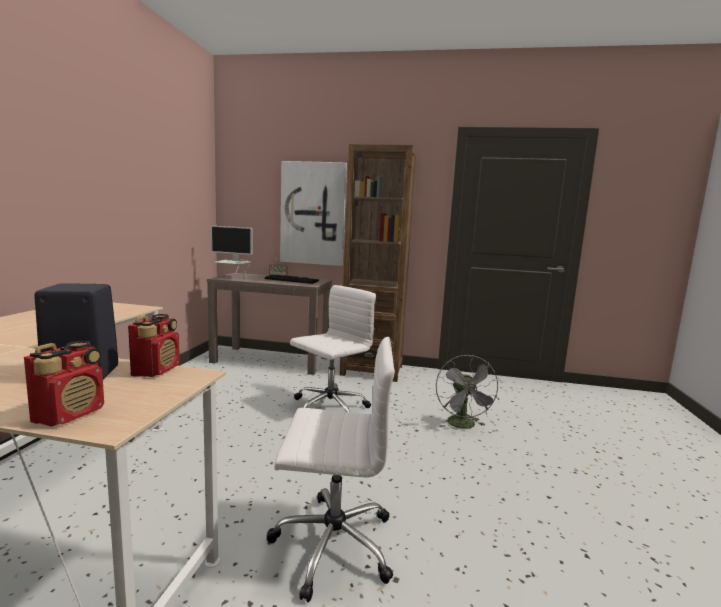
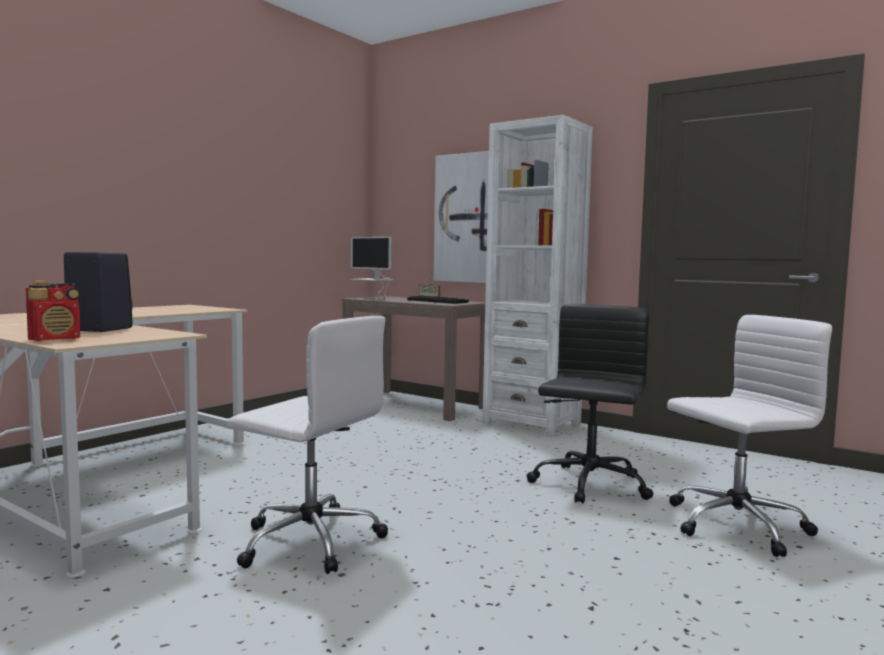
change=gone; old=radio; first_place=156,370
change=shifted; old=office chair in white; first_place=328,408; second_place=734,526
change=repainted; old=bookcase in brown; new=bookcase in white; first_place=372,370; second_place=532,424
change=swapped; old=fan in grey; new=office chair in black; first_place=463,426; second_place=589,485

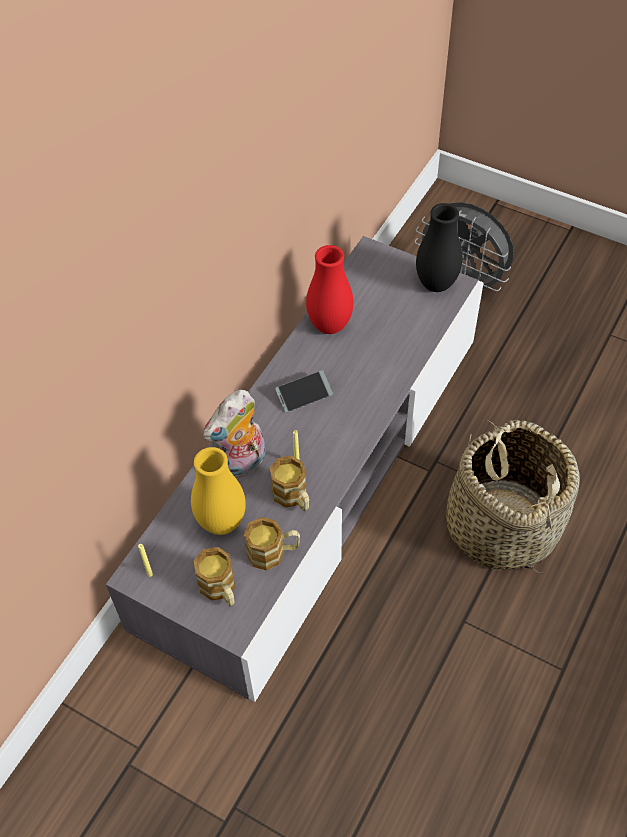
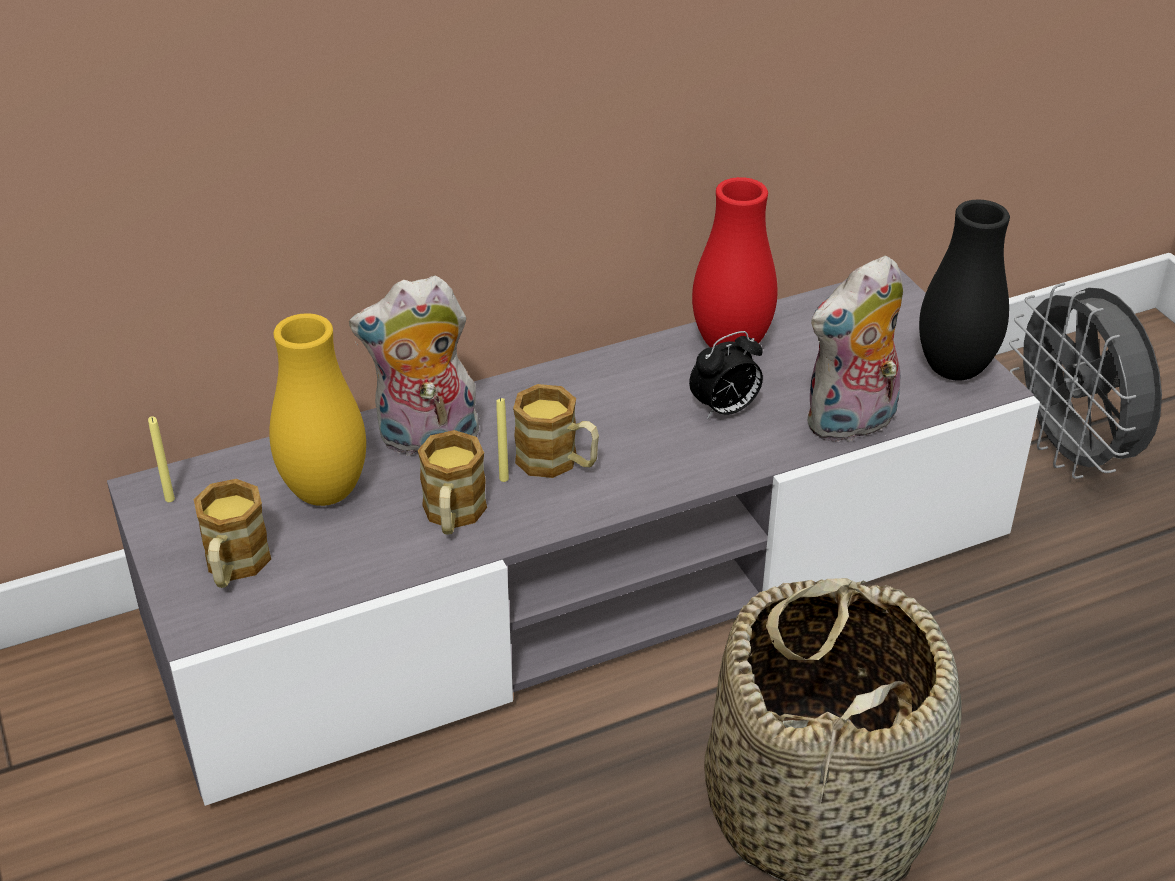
change=shifted; old=mug; first_place=273,552; second_place=558,462
change=gone; old=phone; first_place=304,395
change=new; new=alarm clock; second_place=725,410
change=new; new=plush toy; second_place=851,424

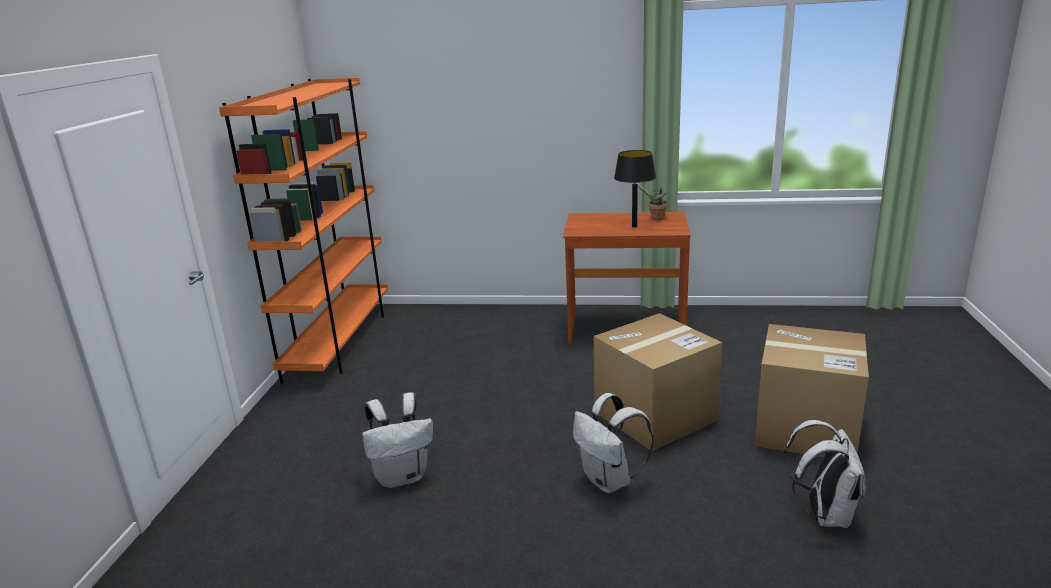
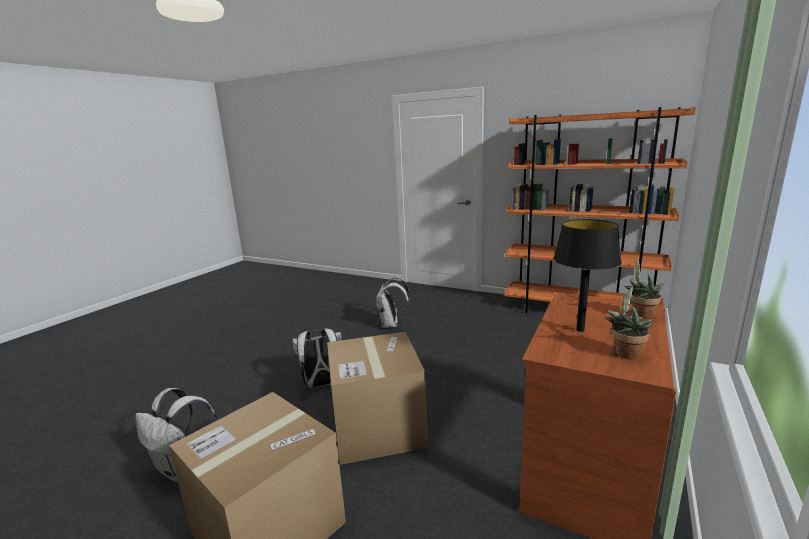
change=new; new=potted plant; second_place=640,314

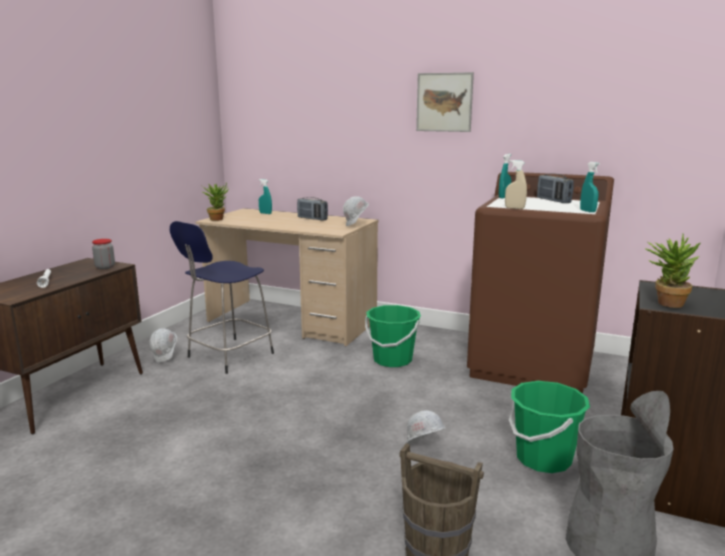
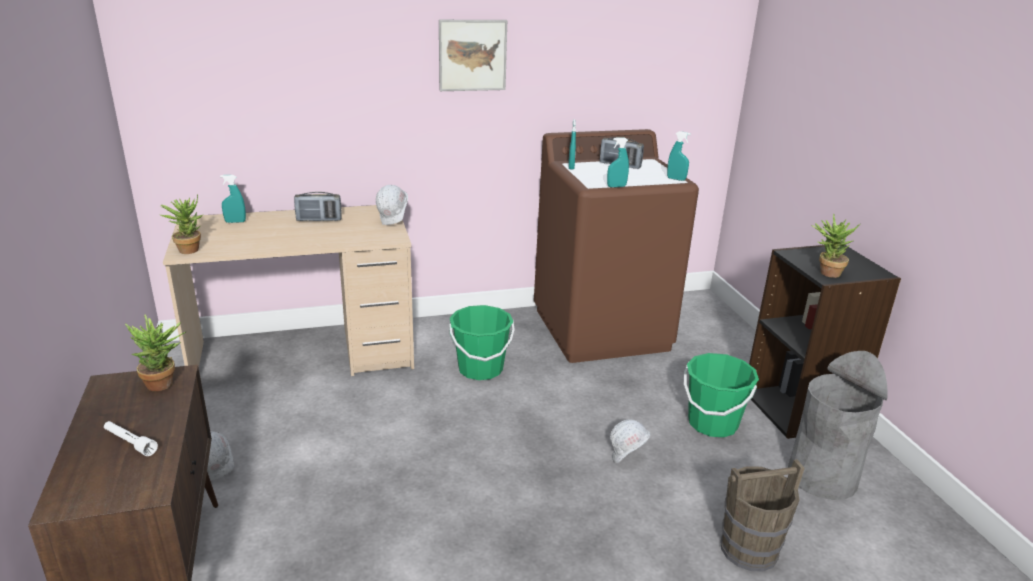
change=swapped; old=jar; new=potted plant; first_place=105,267; second_place=165,384
change=gone; old=stool in blue; first_place=228,356
change=repainted; old=spray bottle in beige; new=spray bottle in turquoise; first_place=514,208; second_place=616,186

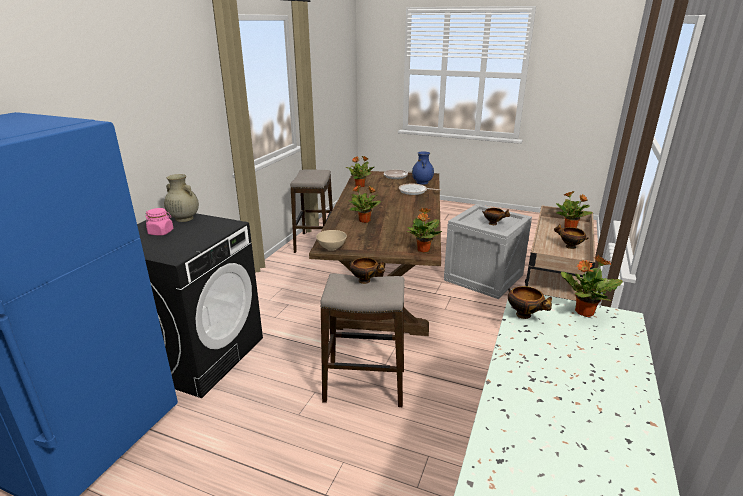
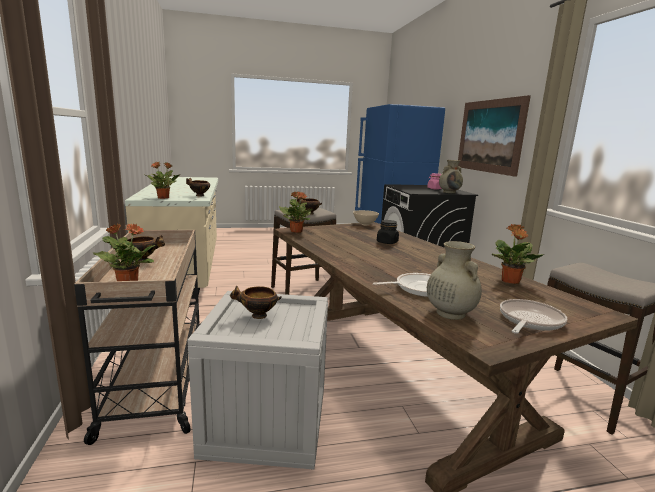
change=swapped; old=potted plant; new=jar in black; first_place=365,221; second_place=387,242
change=repainted; old=vase in blue; new=vase in beige; first_place=422,182; second_place=449,313
change=new; new=picture; second_place=489,136

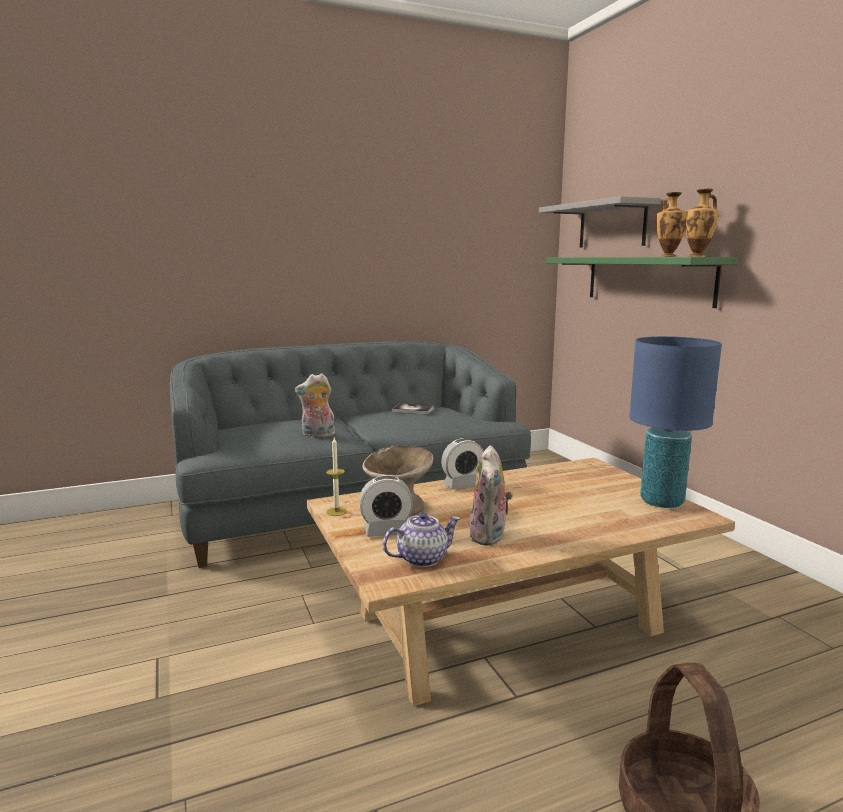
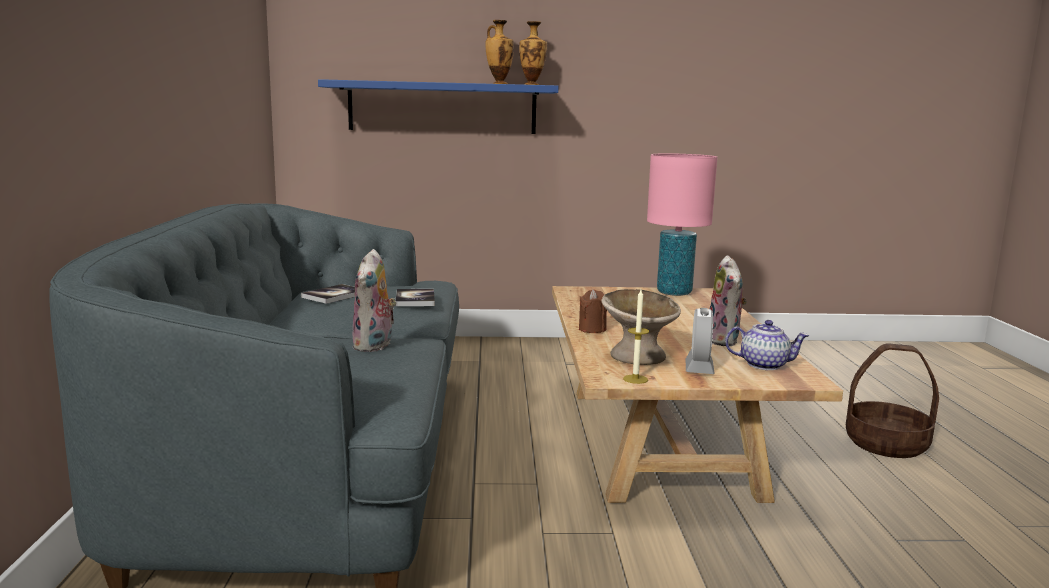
change=rotated; old=teapot; first_place=422,558; second_place=764,365; degrees=105
change=swapped; old=alarm clock; new=candle in brown; first_place=463,485; second_place=592,329
change=rotated; old=plush toy; first_place=490,537; second_place=724,341; degrees=60
change=gone; old=shelf in grey; first_place=612,225
change=repainted; old=shelf in green; new=shelf in blue; first_place=647,279; second_place=442,108
change=repainted; old=table lamp in blue; new=table lamp in pink; first_place=661,502; second_place=674,292
change=new; new=book; second_place=415,299

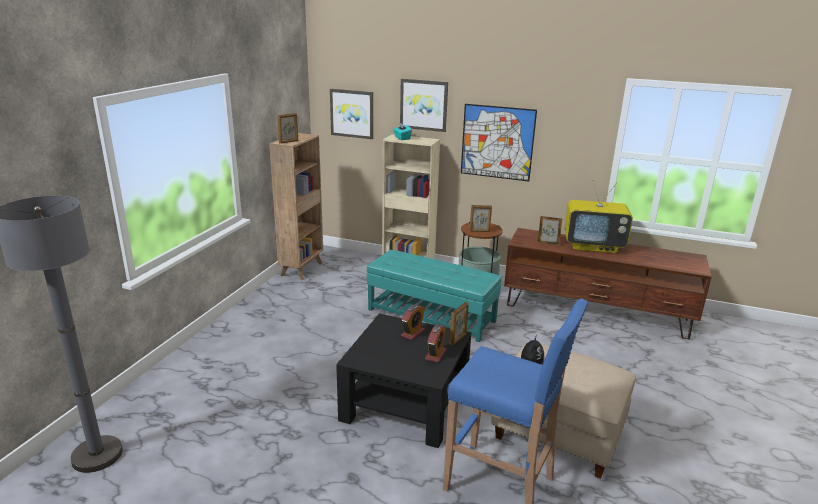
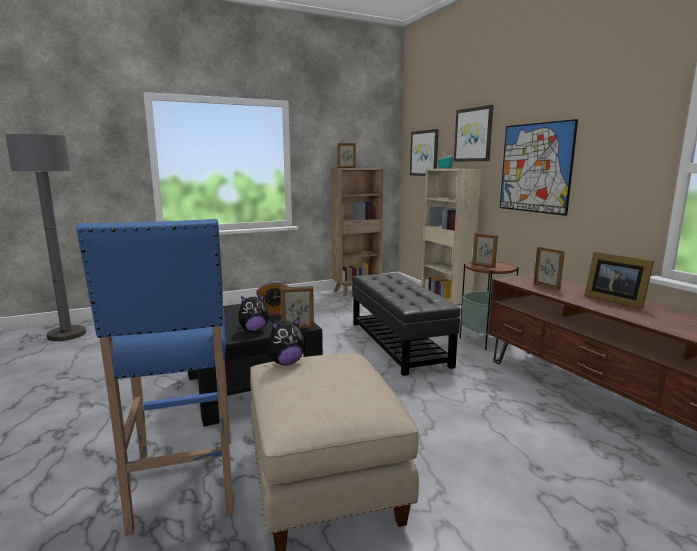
change=repainted; old=ottoman in turquoise; new=ottoman in black; first_place=431,315; second_place=398,343
change=swapped; old=alarm clock; new=plush toy; first_place=435,355; second_place=253,330
change=swapped; old=television; new=picture frame; first_place=594,246; second_place=613,300

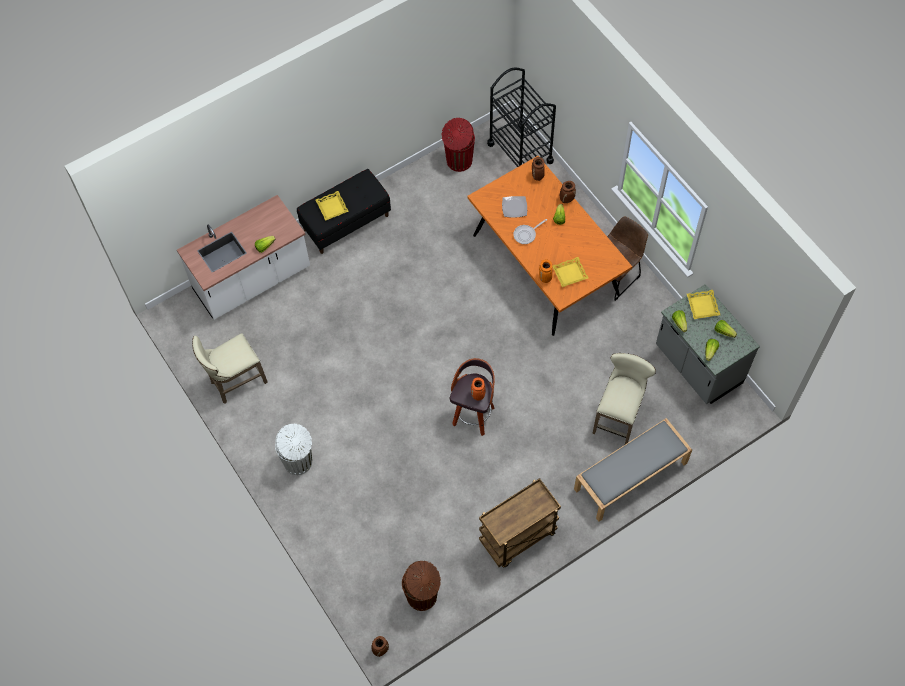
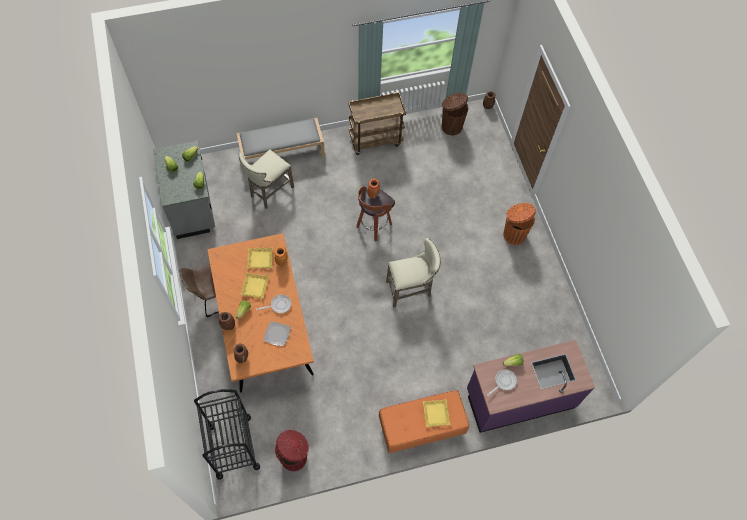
change=repainted; old=counter in white; new=counter in purple; first_place=252,280; second_place=519,398
change=shifted; old=stool in beige; first_place=235,382; second_place=411,290
change=repainted; old=trash can in white; new=trash can in orange; first_place=299,462; second_place=513,234
change=repainted; old=bench in black; new=bench in orange; first_place=346,222; second_place=421,428
change=shifted; old=tray in yellow; first_place=702,306; second_place=255,286
change=new; new=frying pan; second_place=503,381

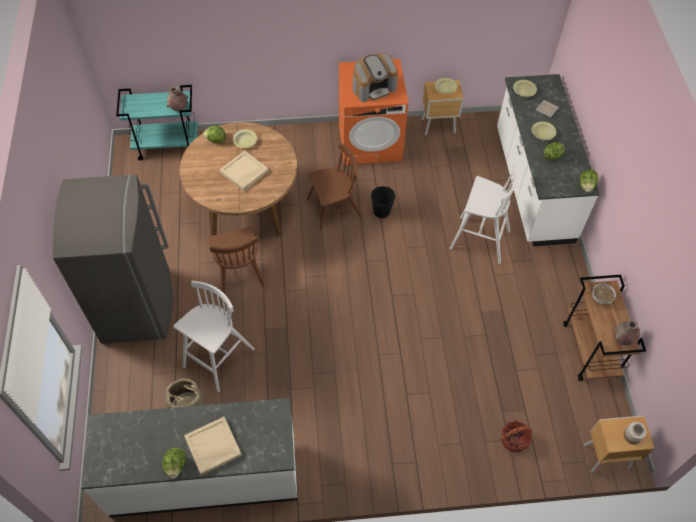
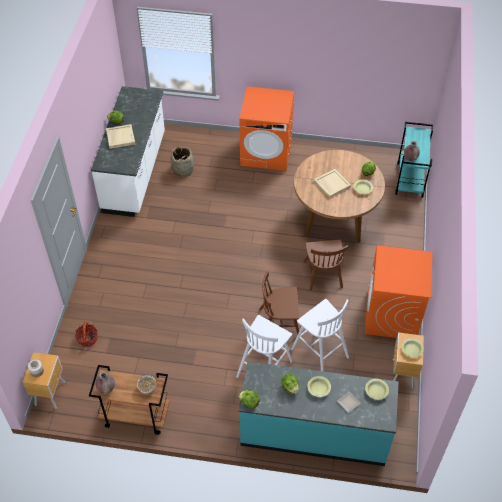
change=swapped; old=fridge in grey; new=washing machine in orange; first_place=137,305; second_place=266,152
change=shifted; old=stool in white; first_place=218,359; second_place=319,352
change=shifted; old=chair in brown; first_place=238,271; second_place=279,322
change=gone; old=coffee machine; first_place=374,87
change=gone; old=bucket in black; first_place=381,211
change=repainted; old=counter in white; new=counter in turquoise; first_place=532,185; second_place=314,432

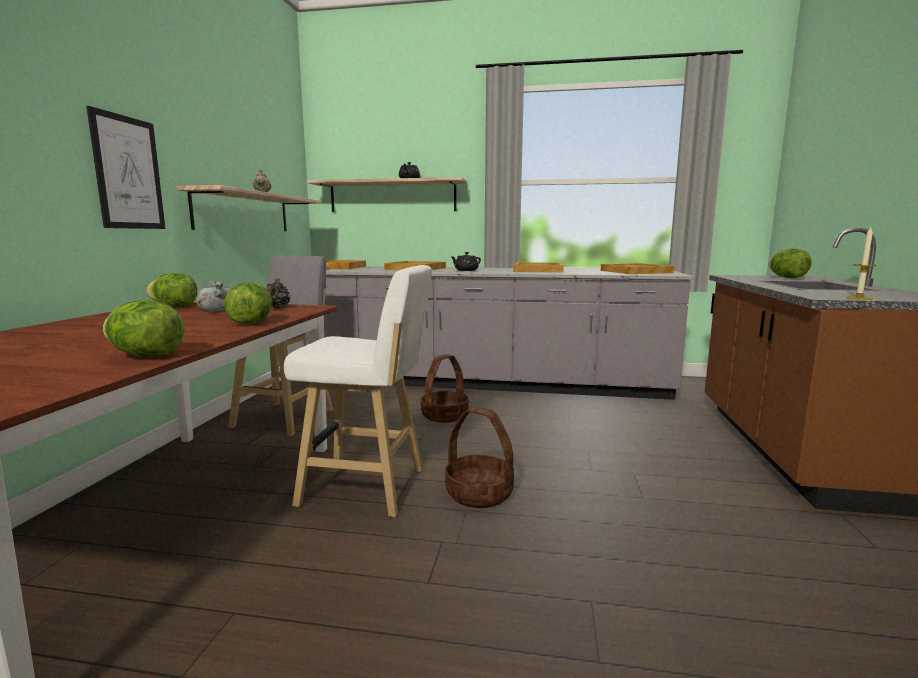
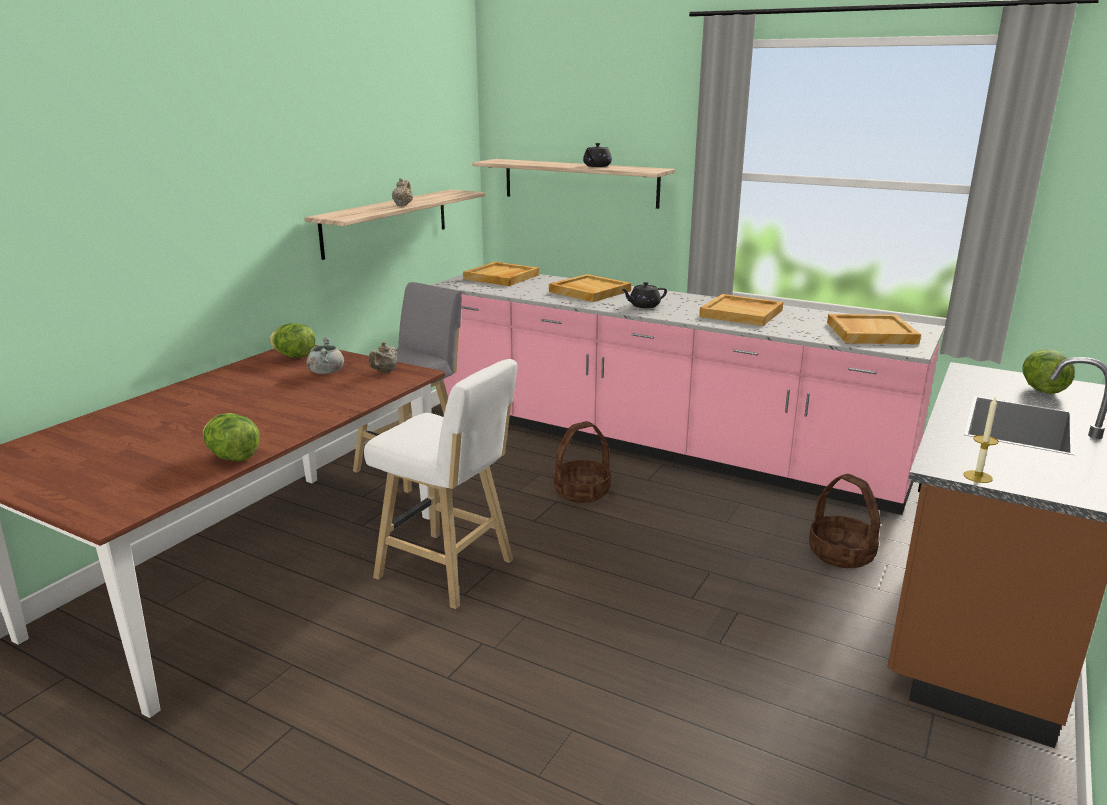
change=gone; old=picture; first_place=128,173
change=gone; old=lettuce; first_place=251,323
change=repainted; old=teapot in black; new=teapot in beige; first_place=278,308; second_place=384,371
change=repainted; old=counter in grey; new=counter in pink; first_place=477,382; second_place=657,444
change=shifted; old=basket; first_place=480,493; second_place=842,553

